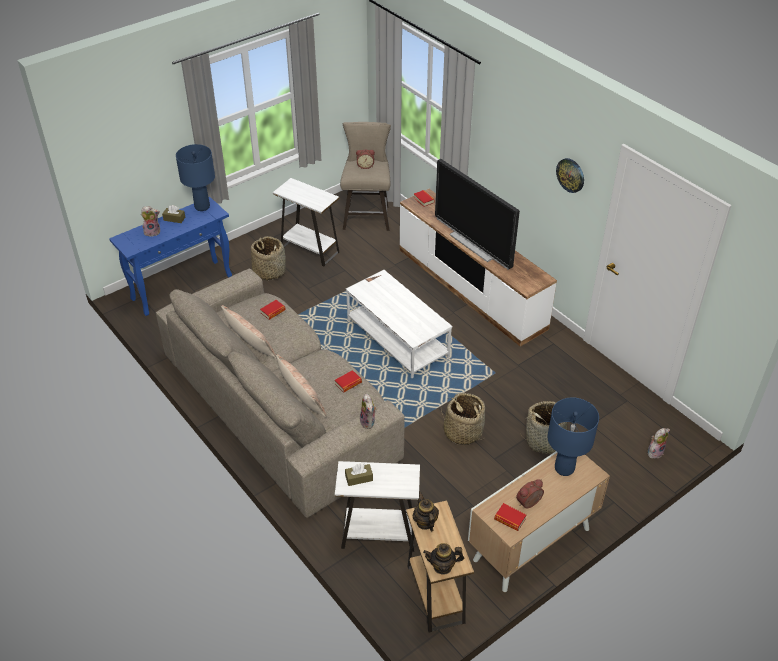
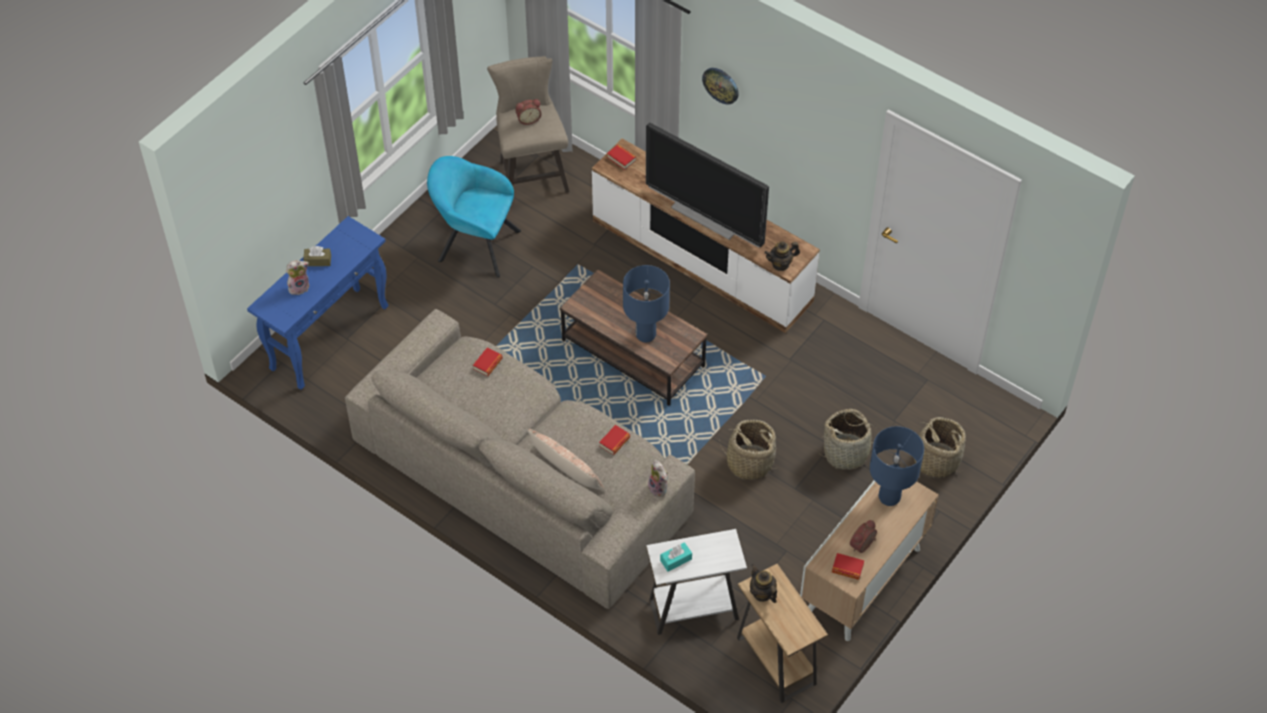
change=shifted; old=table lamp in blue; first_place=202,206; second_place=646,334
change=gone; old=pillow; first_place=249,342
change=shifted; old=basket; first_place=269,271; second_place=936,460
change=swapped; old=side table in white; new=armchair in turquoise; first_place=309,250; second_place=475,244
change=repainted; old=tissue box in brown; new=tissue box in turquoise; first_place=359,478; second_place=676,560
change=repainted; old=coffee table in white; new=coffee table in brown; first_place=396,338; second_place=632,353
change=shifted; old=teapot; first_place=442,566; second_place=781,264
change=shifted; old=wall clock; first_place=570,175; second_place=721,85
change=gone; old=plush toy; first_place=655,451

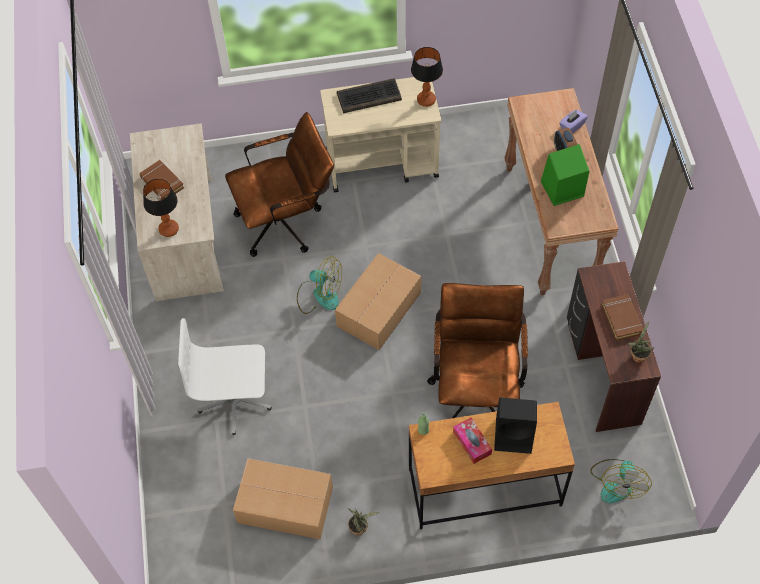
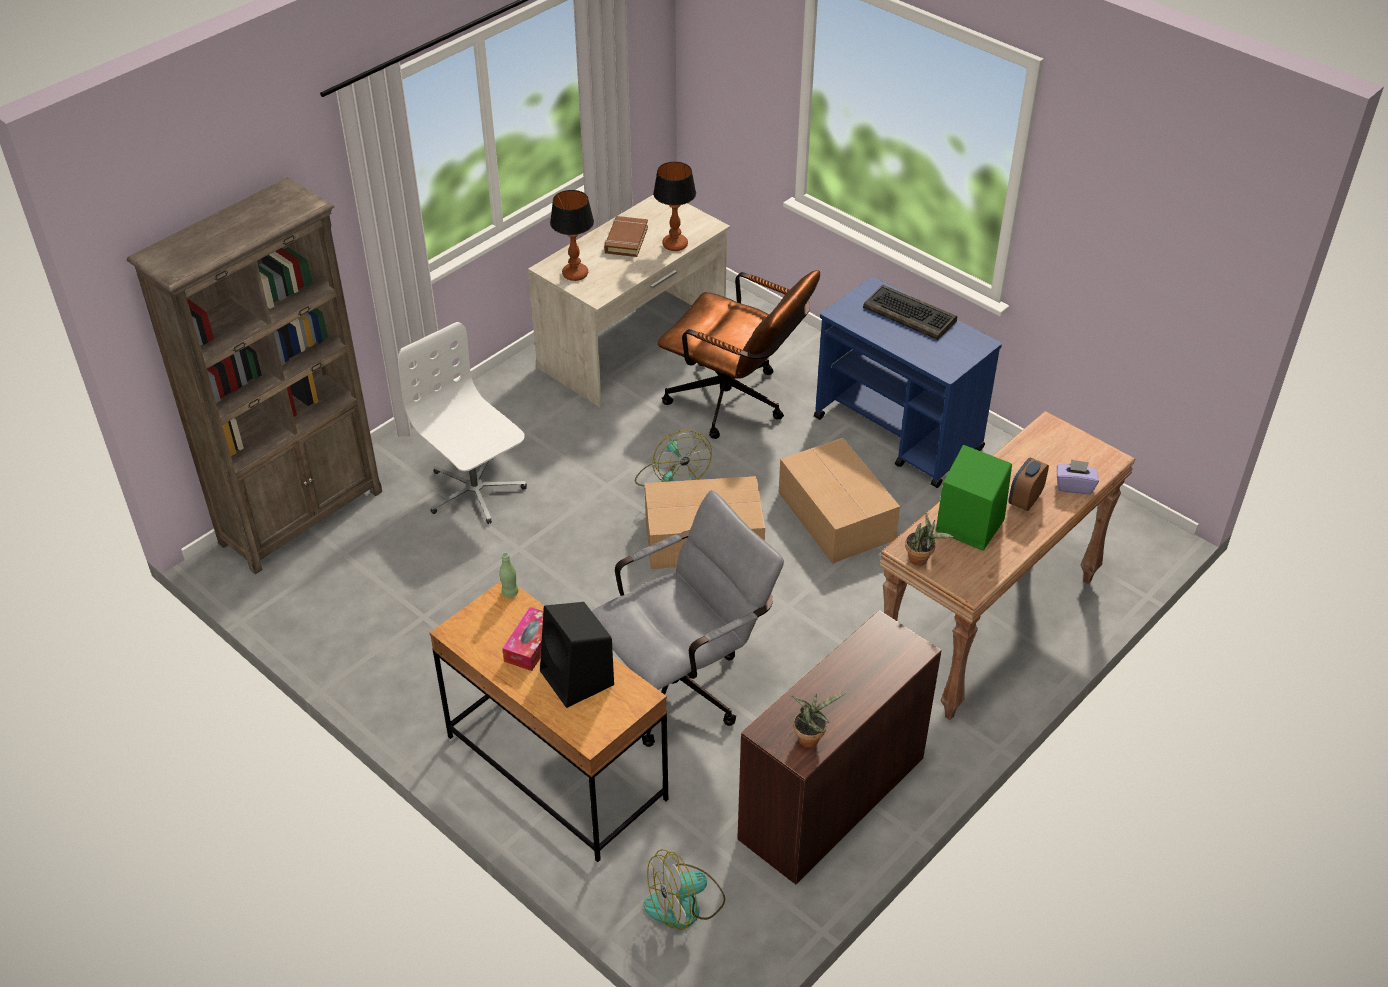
change=shifted; old=cardboard box; first_place=286,506; second_place=836,517
change=repainted; old=cart in beige; new=cart in blue; first_place=383,164; second_place=898,434
change=shifted; old=potted plant; first_place=359,528; second_place=921,559
change=shifted; old=table lamp; first_place=426,100; second_place=675,245
change=repainted; old=office chair in brown; new=office chair in grey; first_place=476,388; second_place=685,683
change=gone; old=book in brown; first_place=622,319
change=new; new=bookcase in brown; second_place=302,516

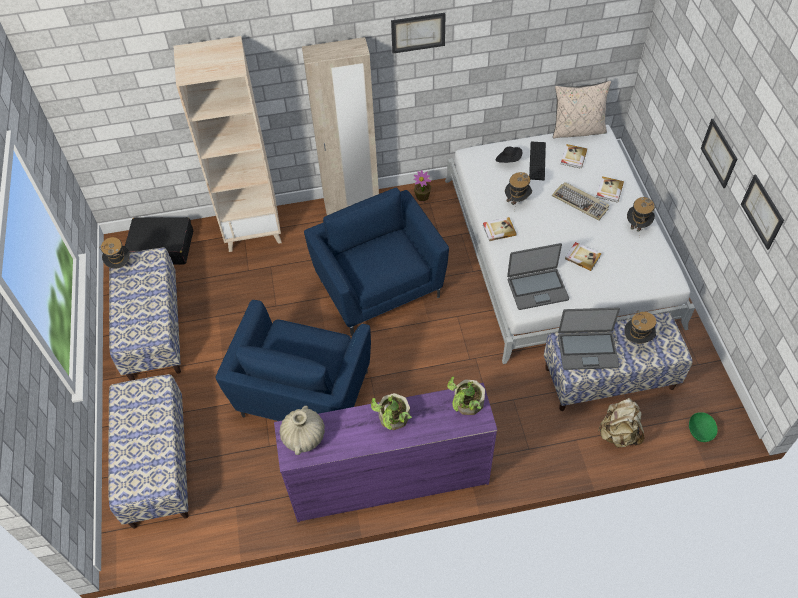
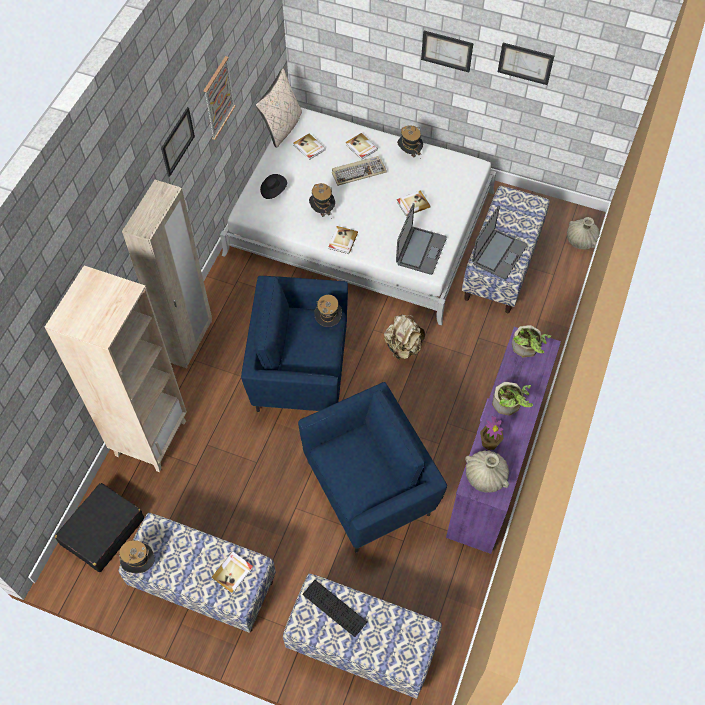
change=rotated; old=armchair in blue; first_place=303,395; second_place=370,487; degrees=-75
change=shifted; old=potted plant; first_place=422,196; second_place=489,442
change=shifted; old=keyboard; first_place=537,160; second_place=334,608
change=shifted; old=backpack in beige; first_place=618,433; second_place=403,347
change=shifted; old=hat; first_place=636,340; second_place=328,322
change=swapped; old=bowl in green; new=vase in beige; first_place=700,432; second_place=580,241
change=new; new=picture; second_place=218,98
change=new; new=book; second_place=233,573

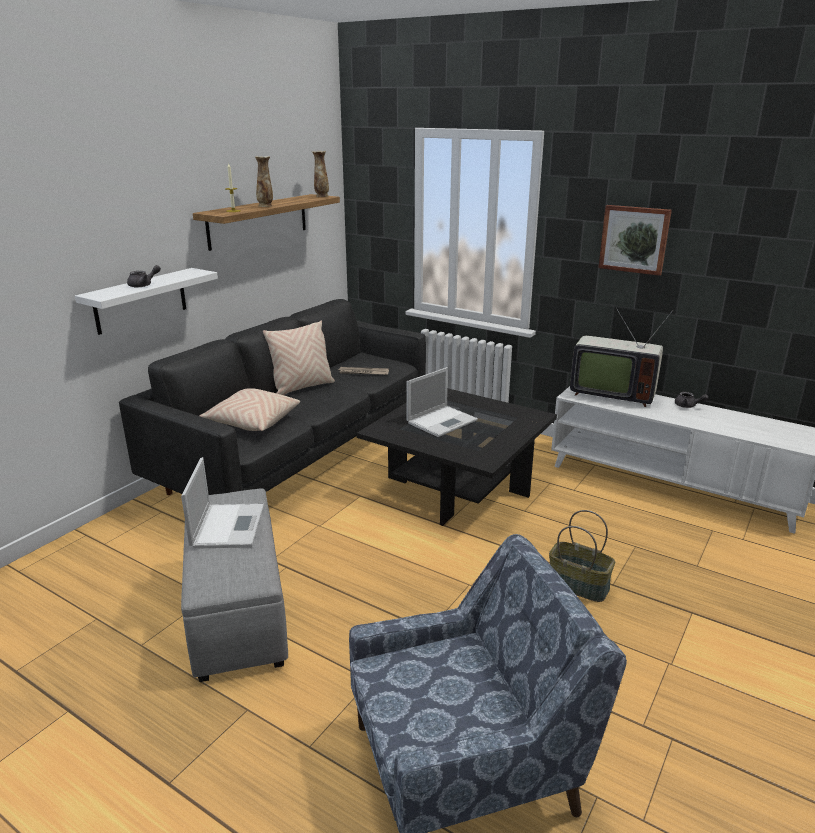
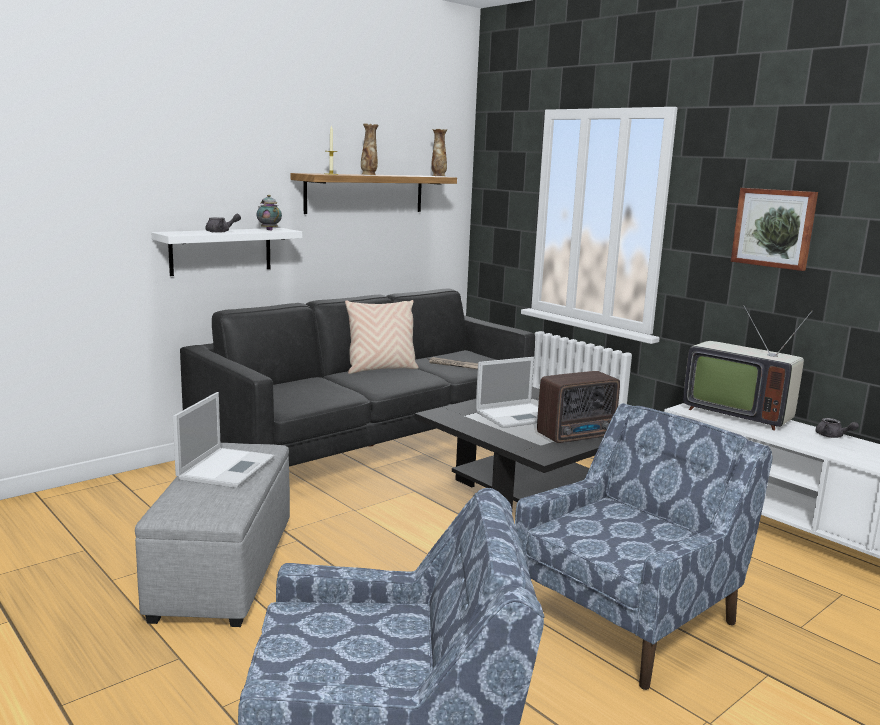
change=gone; old=pillow in beige; first_place=252,422
change=swapped; old=basket; new=armchair in blue; first_place=579,585; second_place=628,618
change=new; new=teapot; second_place=269,230
change=new; new=radio; second_place=578,436

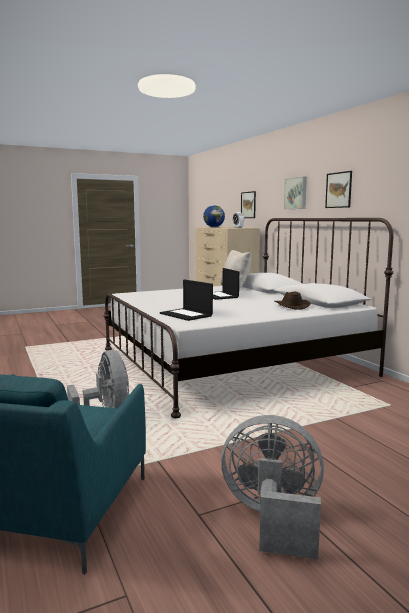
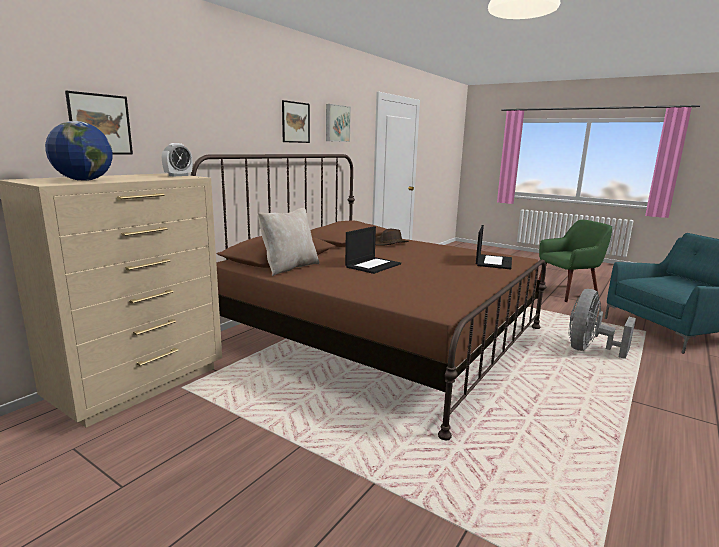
change=repainted; old=bed in white; new=bed in brown; first_place=232,362; second_place=380,334
change=swapped; old=fan in grey; new=armchair in green; first_place=273,519; second_place=567,293
change=shifted; old=picture; first_place=296,193; second_place=336,123

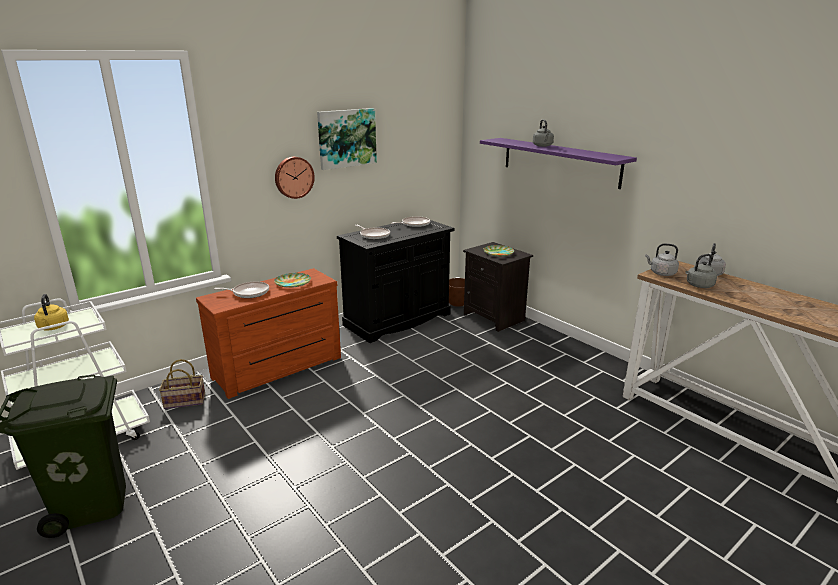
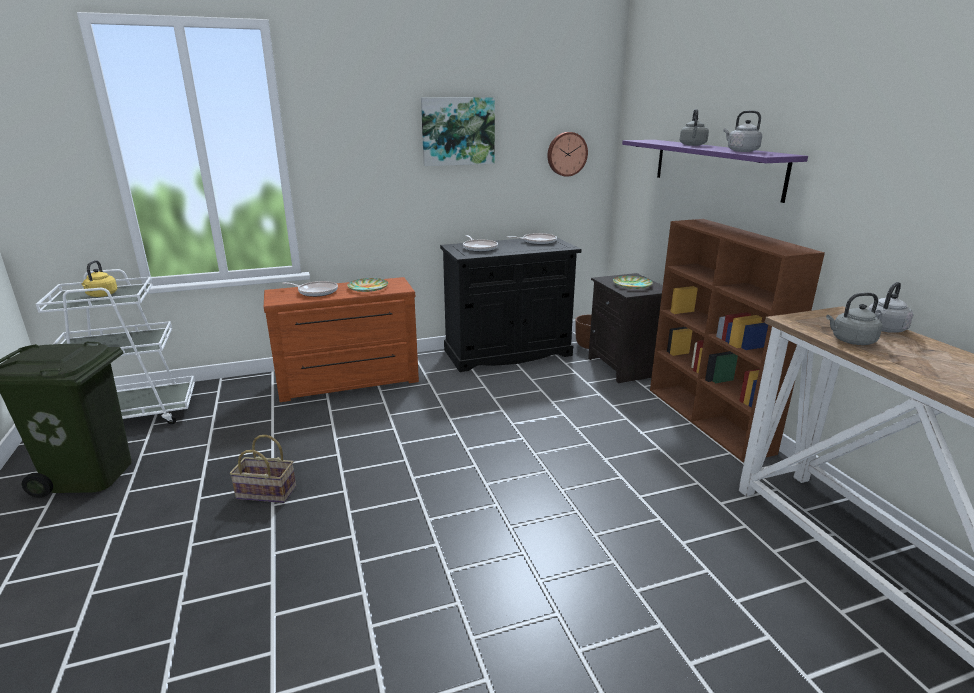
change=shifted; old=basket; first_place=183,402; second_place=264,493
change=shifted; old=wall clock; first_place=293,177; second_place=566,154
change=shifted; old=kettle in grey; first_place=661,273; second_place=741,151
change=new; new=bookcase in brown; second_place=708,420

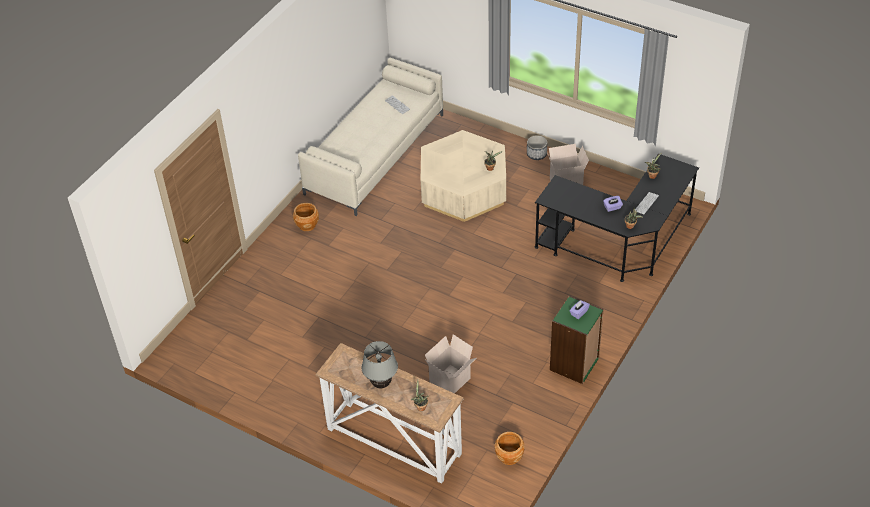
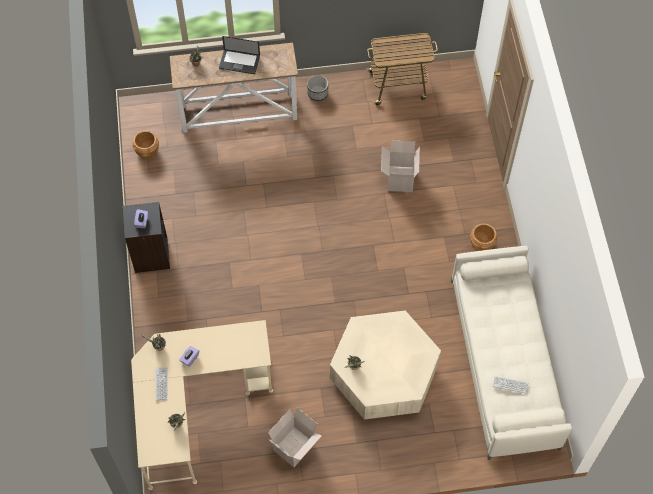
change=swapped; old=table lamp in grey; new=laptop; first_place=381,384; second_place=239,62
change=shifted; old=cardboard box; first_place=450,382; second_place=399,178
change=shifted; old=planter; first_place=536,154; second_place=317,93
change=repainted; old=desk in black; new=desk in beige; first_place=620,243; second_place=193,405
change=repainted; old=bookcase in green; new=bookcase in black; first_place=574,364; second_place=150,255
change=new; new=cart; second_place=399,85

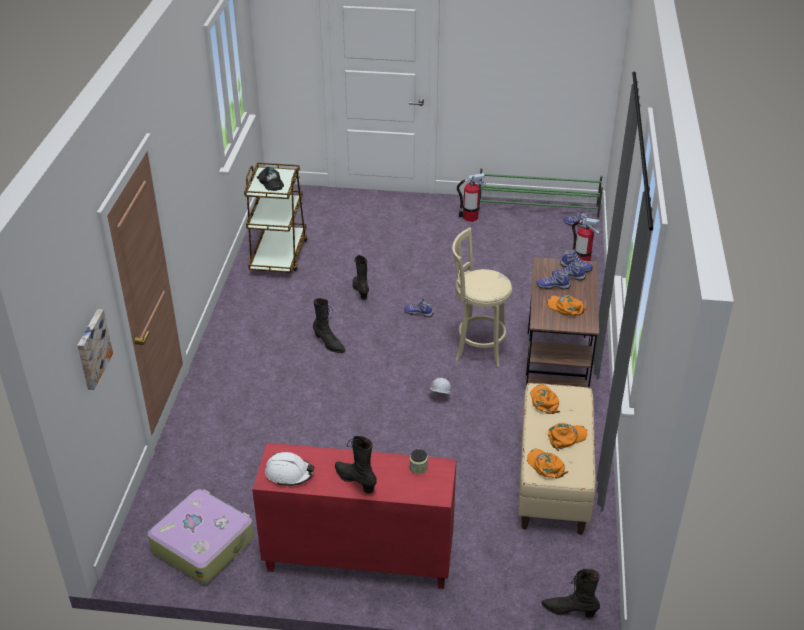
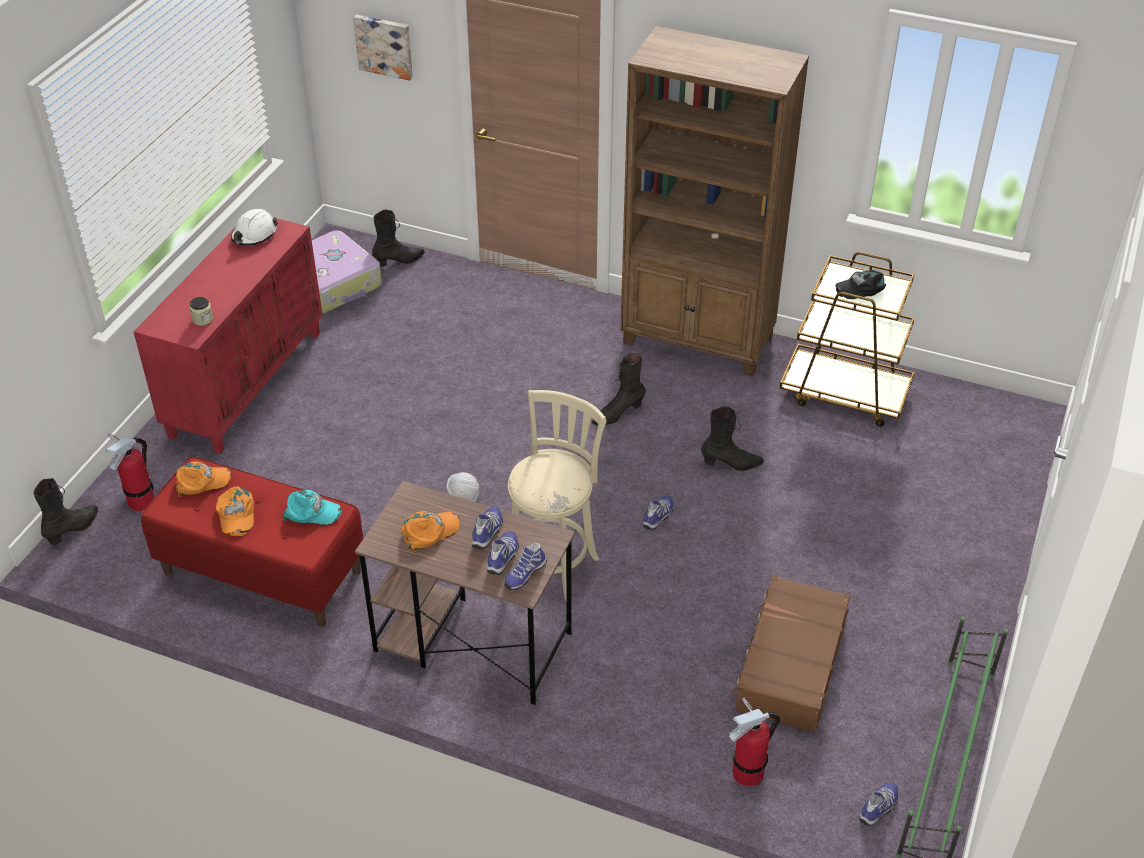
change=shifted; old=boot in black; first_place=355,481; second_place=399,261
change=shifted; old=fire extinguisher; first_place=470,217; second_place=141,501
change=repainted; old=bench in beige; new=bench in red; first_place=553,480; second_place=262,572
change=repainted; old=cap in orange; new=cap in turquoise; first_place=544,401; second_place=312,512
change=new; new=bookcase in brown; second_place=698,340
change=new; new=suitcase in brown; second_place=790,664

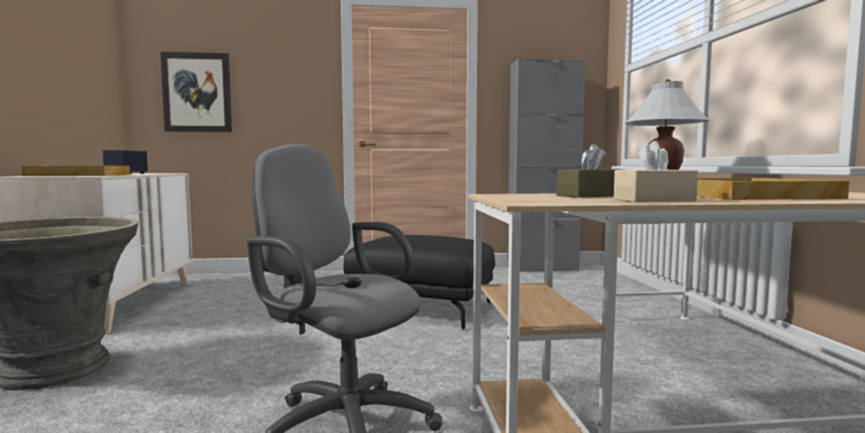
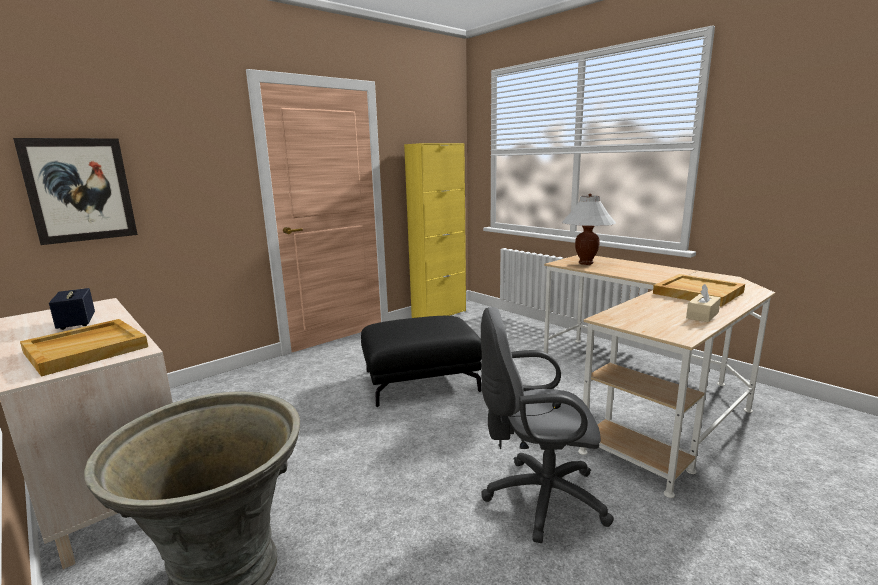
change=repainted; old=cabinet in grey; new=cabinet in yellow; first_place=542,269; second_place=439,314
change=gone; old=tissue box in brown; first_place=590,195

